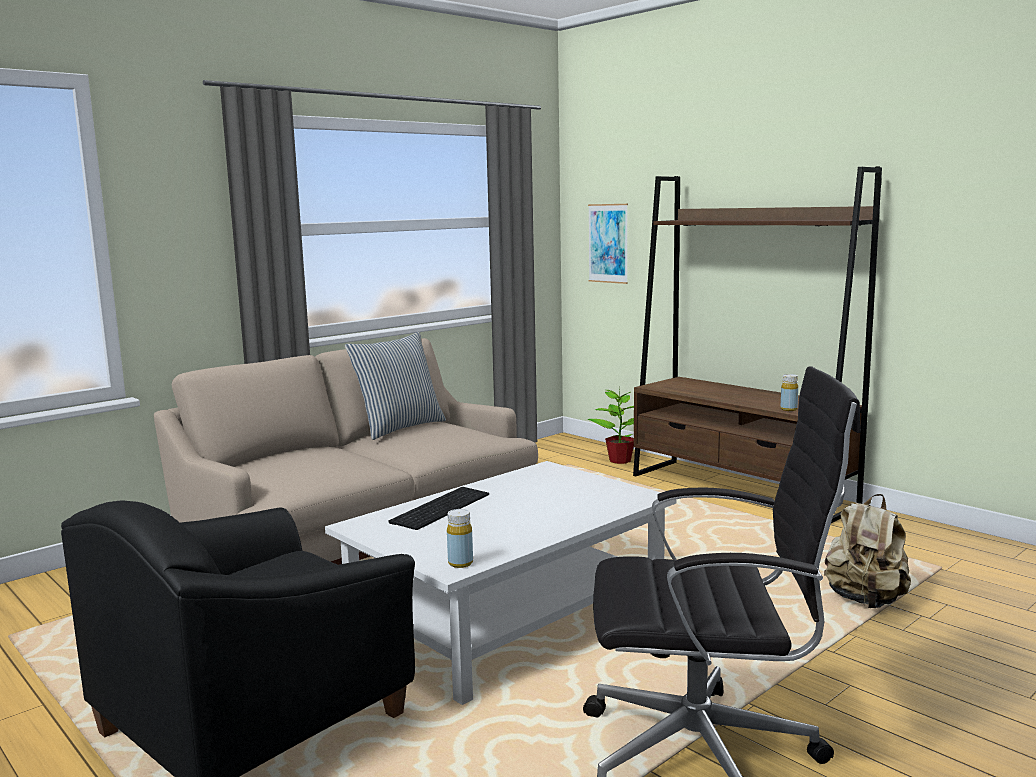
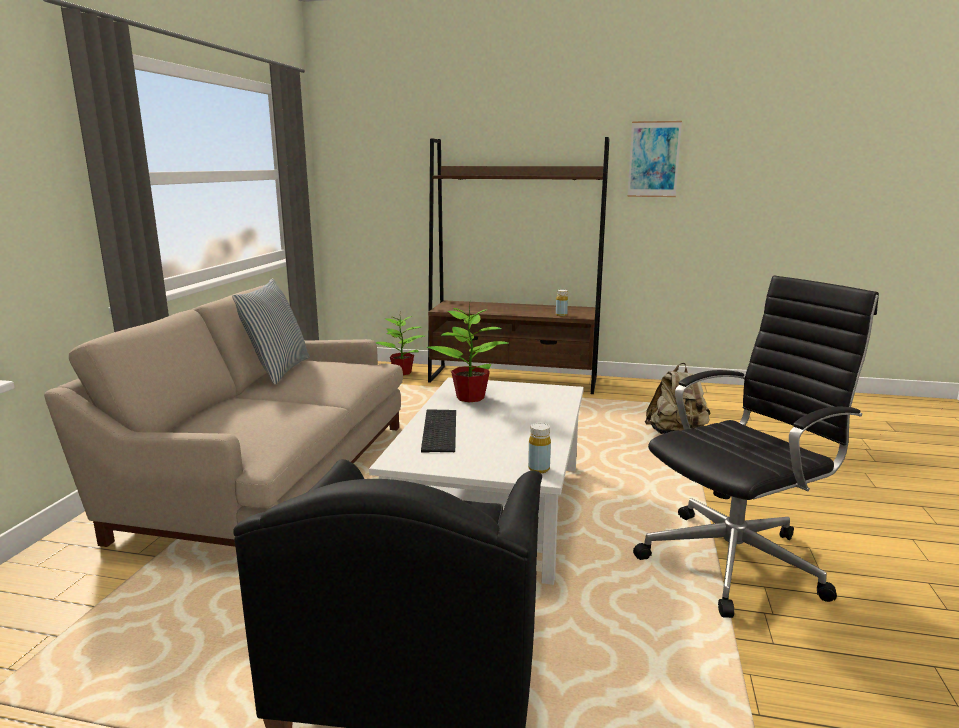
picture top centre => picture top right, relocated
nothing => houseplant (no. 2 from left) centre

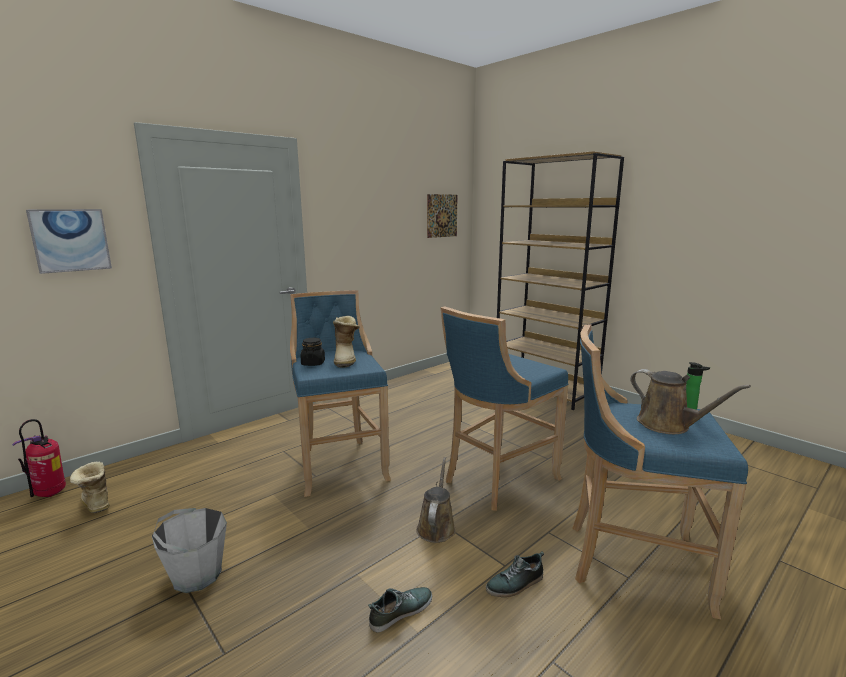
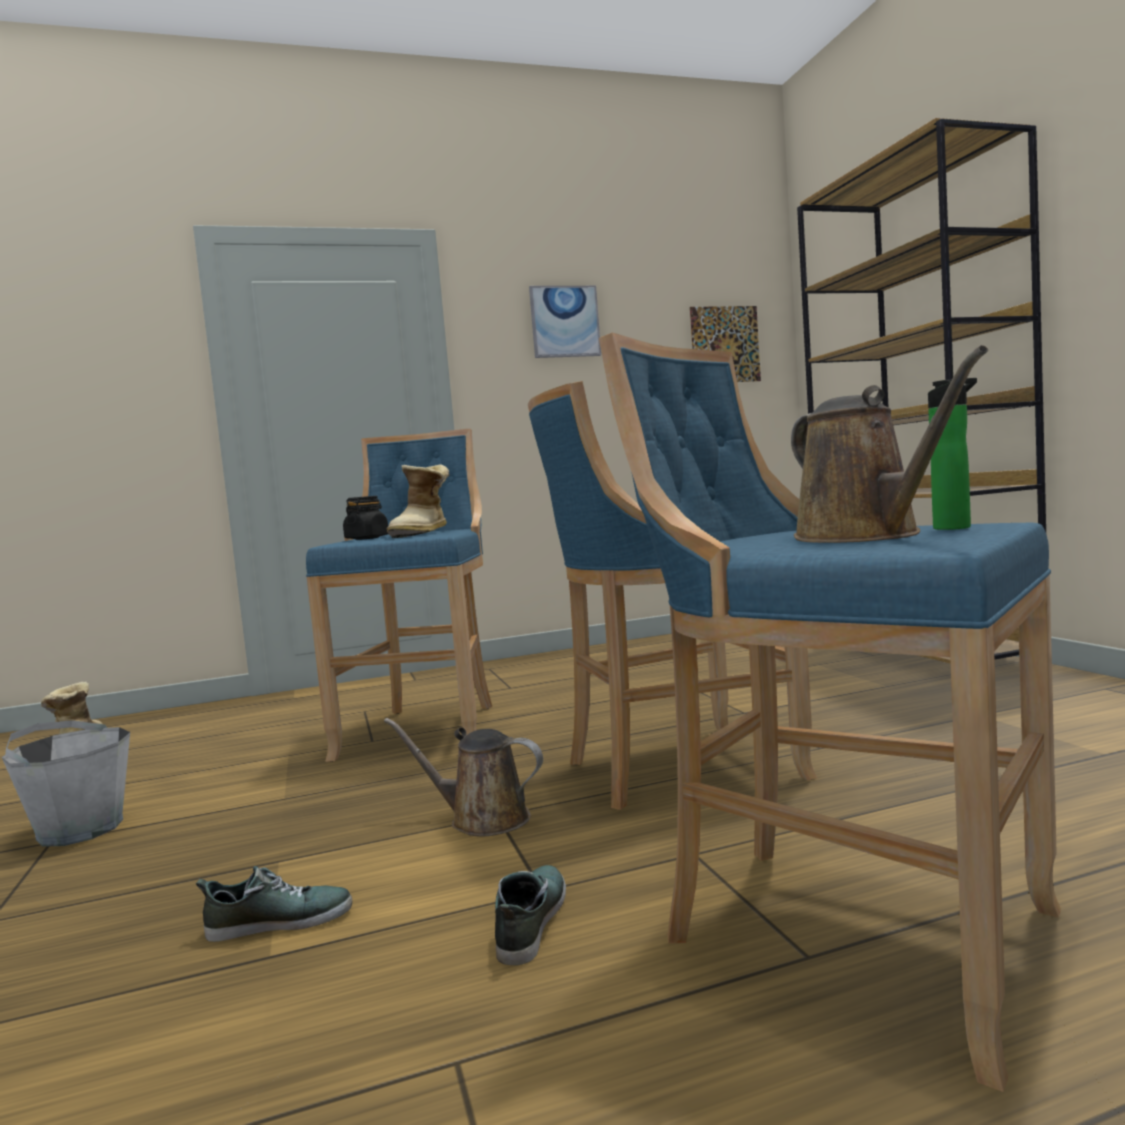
picture (no. 1 from left) middle left => picture (no. 1 from left) top centre, relocated
fire extinguisher bottom left => nothing
brownish watering pot (no. 1 from left) bottom centre, 105 degrees counterclockwise
item of footwear (no. 2 from left) bottom centre, 105 degrees clockwise

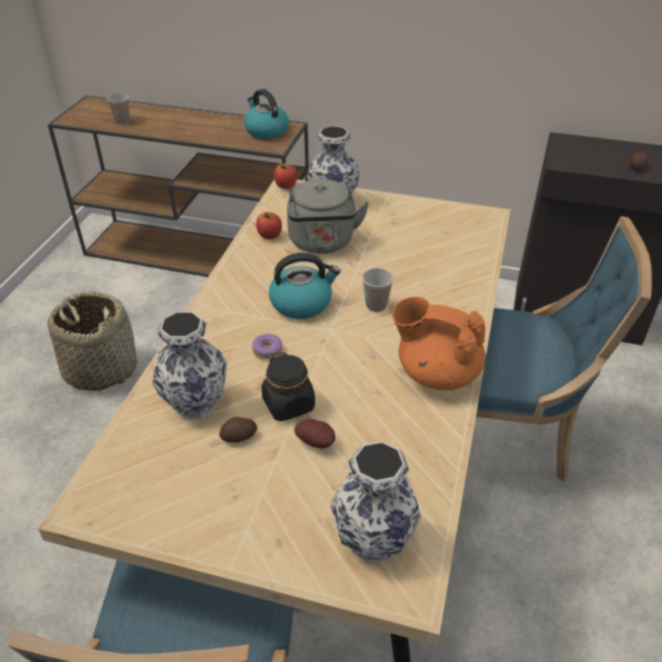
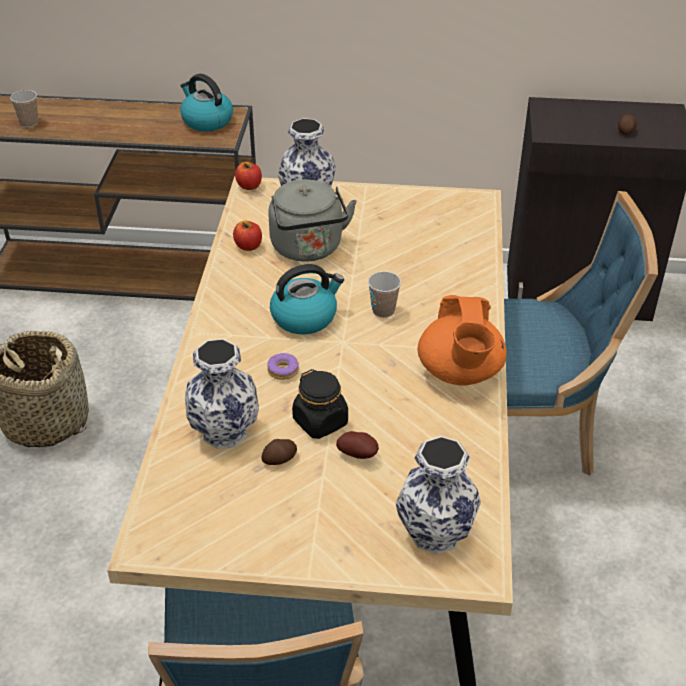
orange-coloured tea pot centre => orange-coloured tea pot middle right, 105 degrees counterclockwise

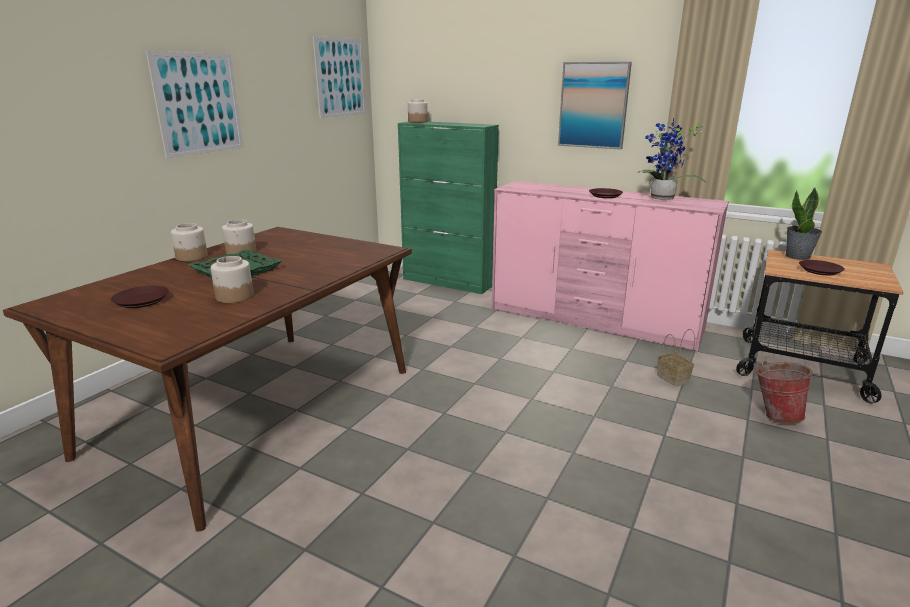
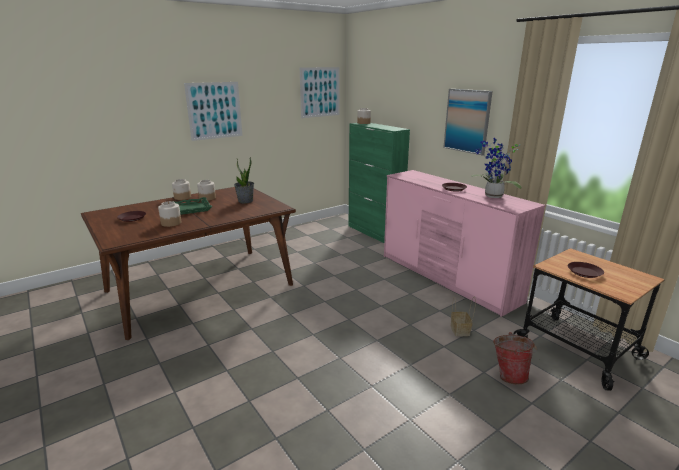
houseplant (no. 2 from left in the first image) middle right => houseplant (no. 1 from left) centre, relocated

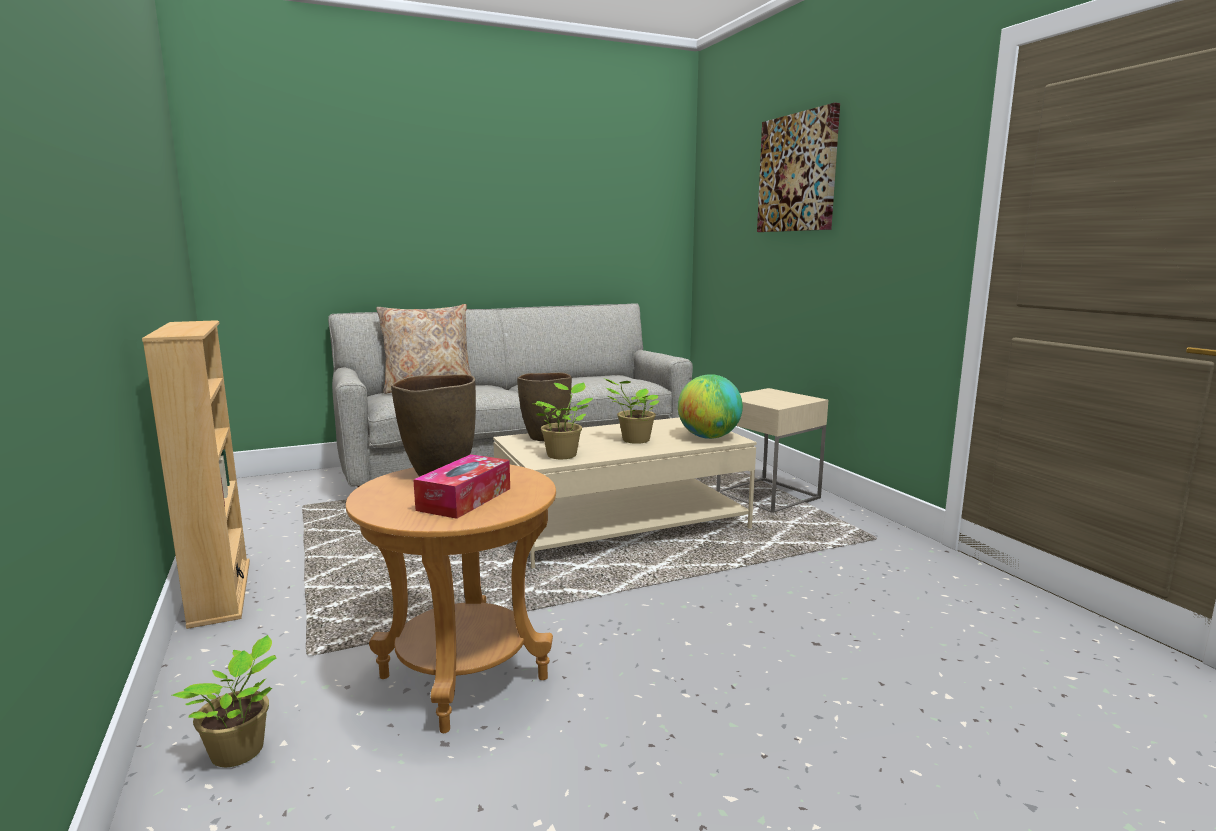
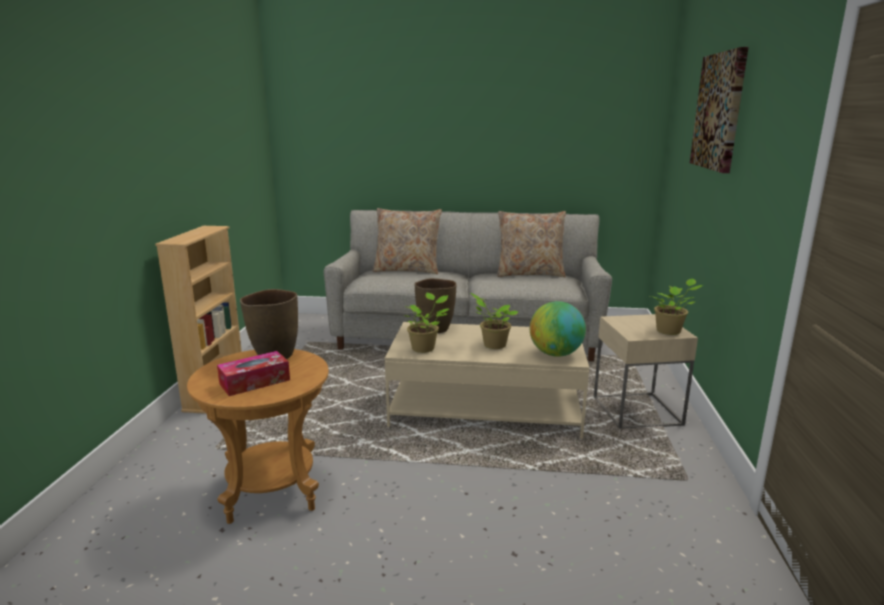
houseplant (no. 1 from left in the first image) bottom left => houseplant (no. 3 from left) middle right, relocated
nothing => beige-coloured throw pillow (no. 2 from left) centre

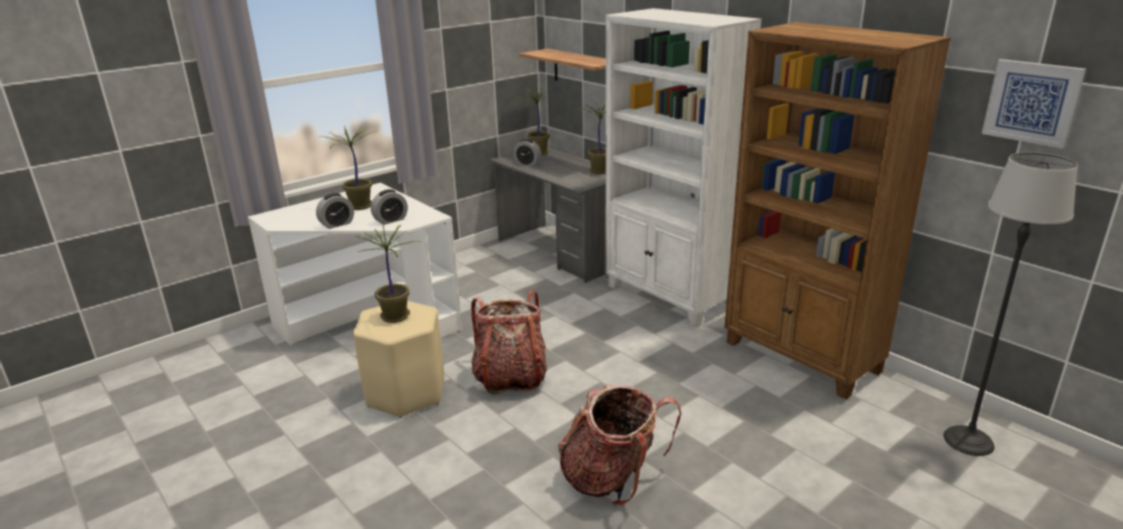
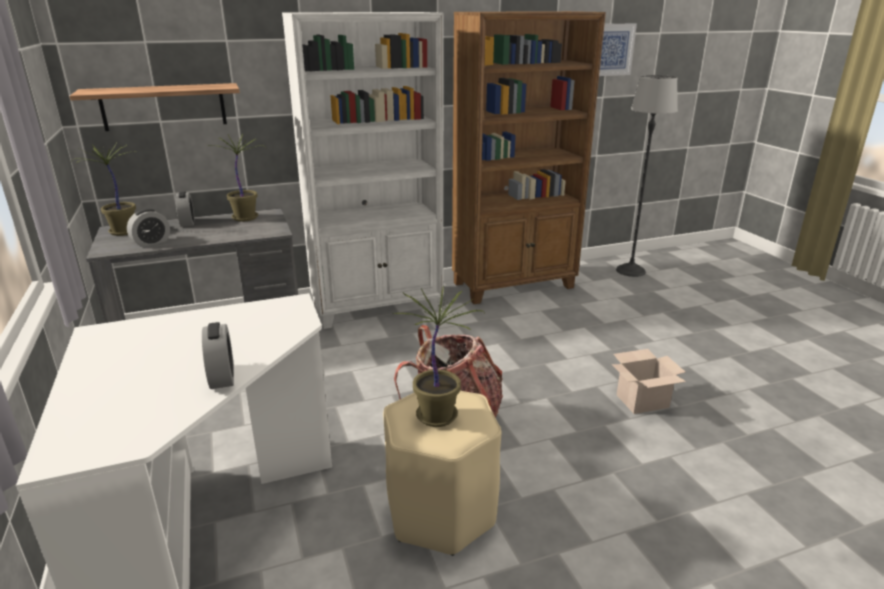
houseplant (no. 1 from left) top left => nothing
alarm clock (no. 2 from left) centre => alarm clock (no. 2 from left) middle left, relocated
rucksack (no. 2 from left) bottom centre => carton middle right

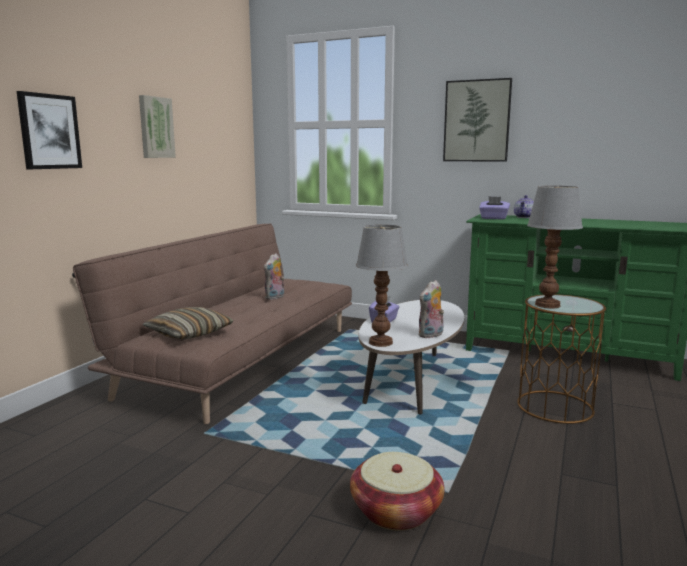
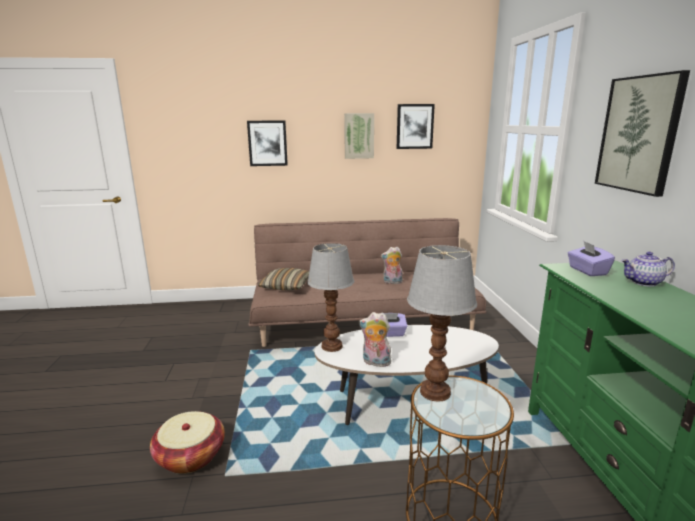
nothing => picture (no. 3 from left) top centre

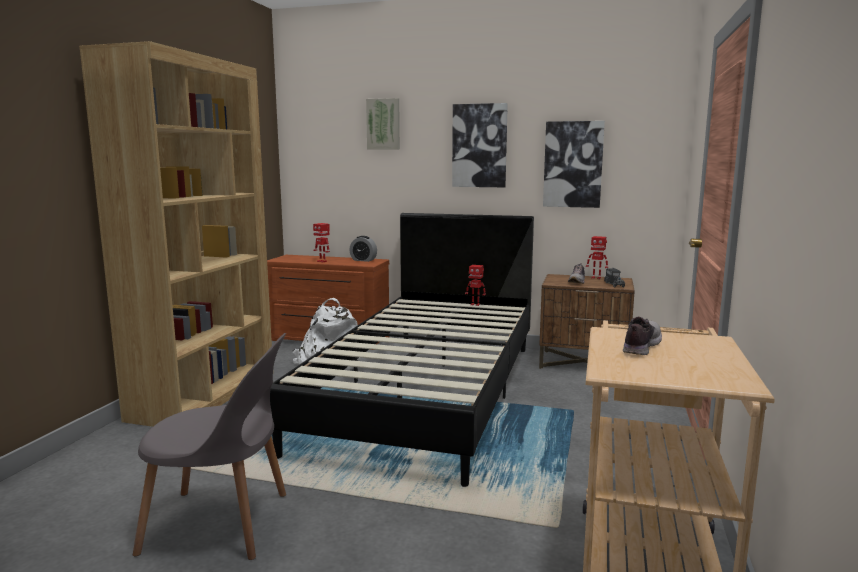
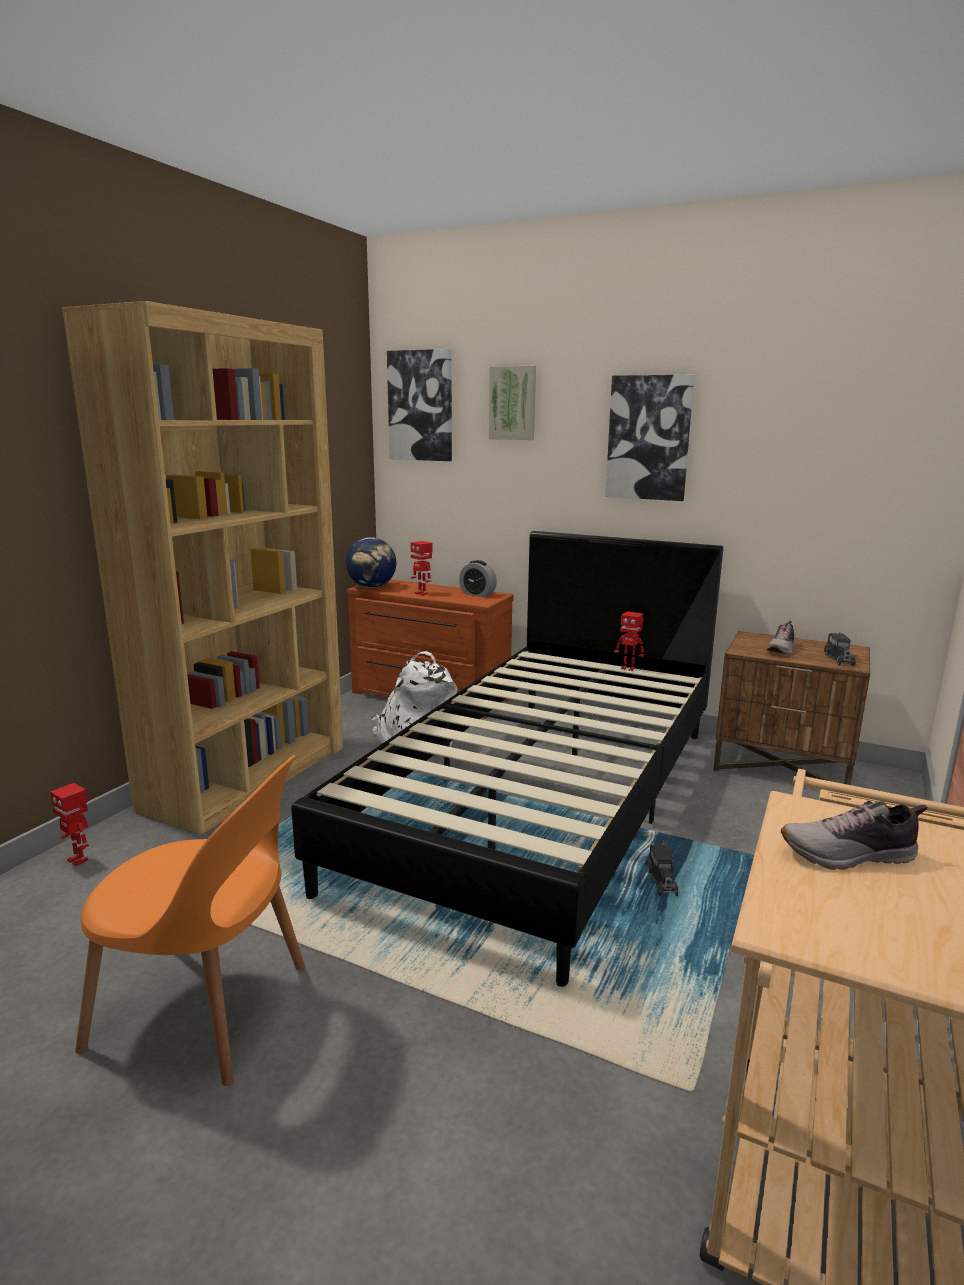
picture (no. 3 from left in the first image) top right => picture (no. 1 from left) top centre, relocated
model robot (no. 3 from left in the first image) middle right => model robot (no. 1 from left) middle left, relocated
item of footwear (no. 2 from left) middle right, 135 degrees counterclockwise
gray chair bottom left => orange-coloured chair bottom left
nothing => desk globe centre
nothing => toy lorry (no. 1 from left) bottom right

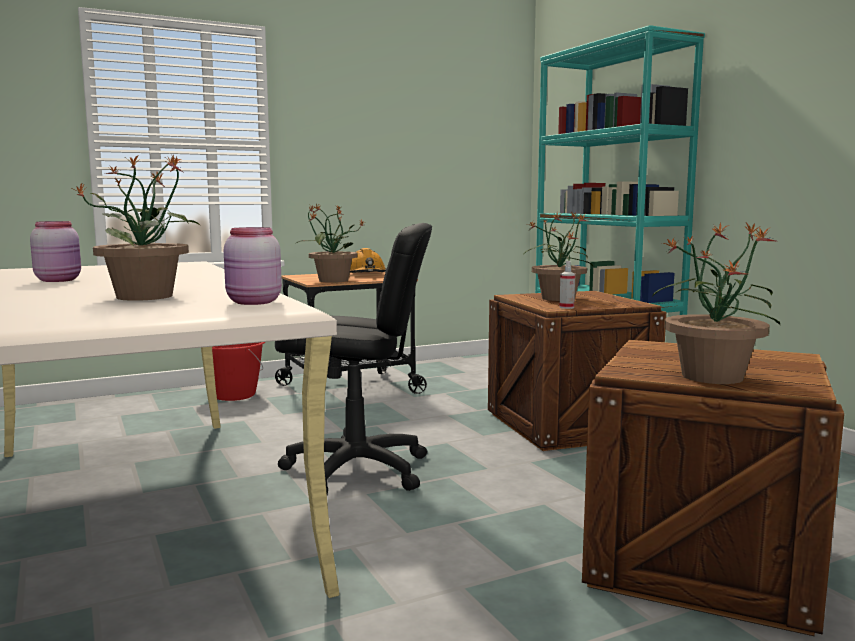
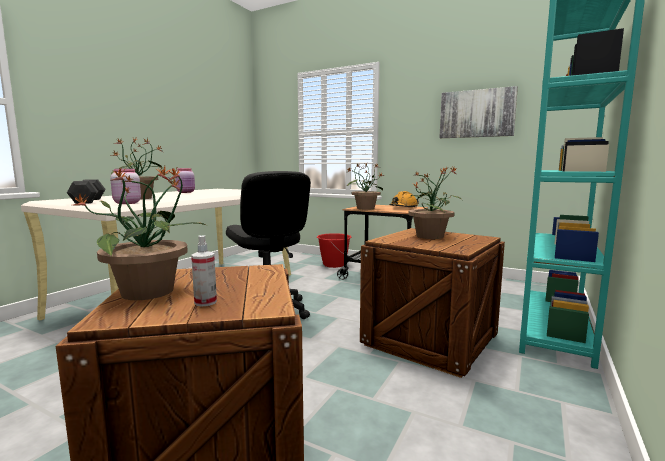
hand sprayer centre => hand sprayer middle left, relocated
nothing => picture top right
nothing => black free weight middle left

